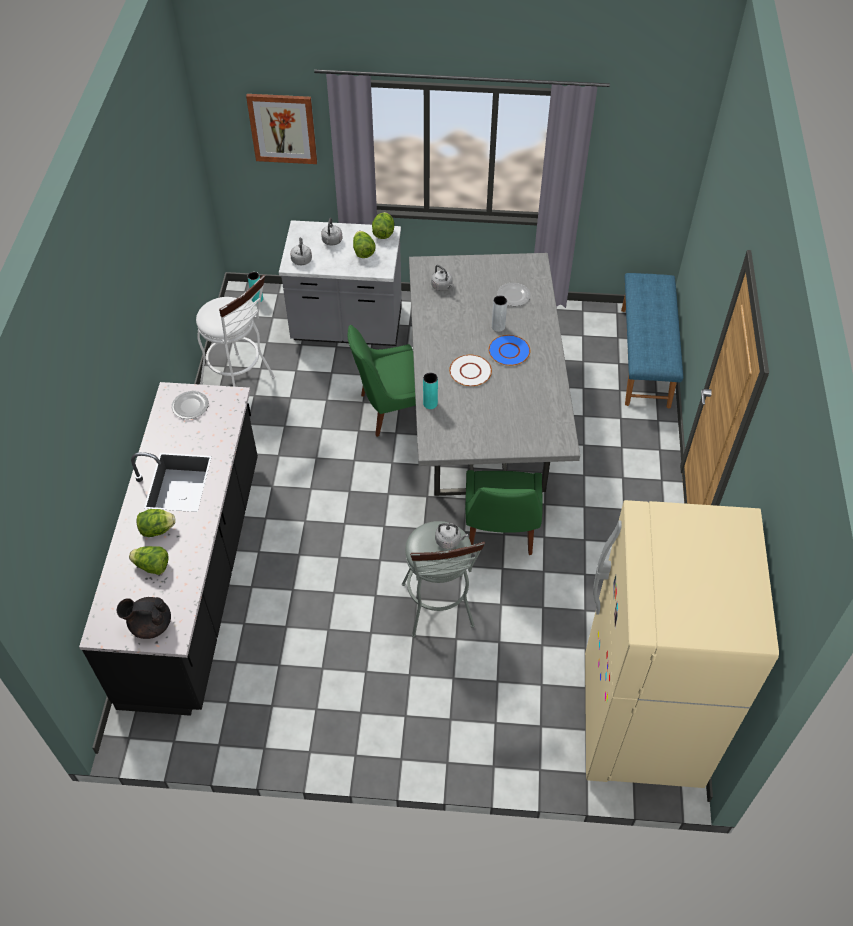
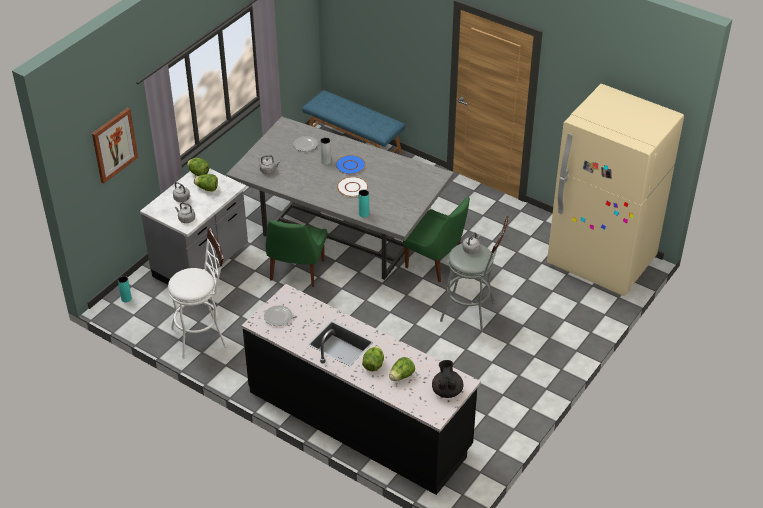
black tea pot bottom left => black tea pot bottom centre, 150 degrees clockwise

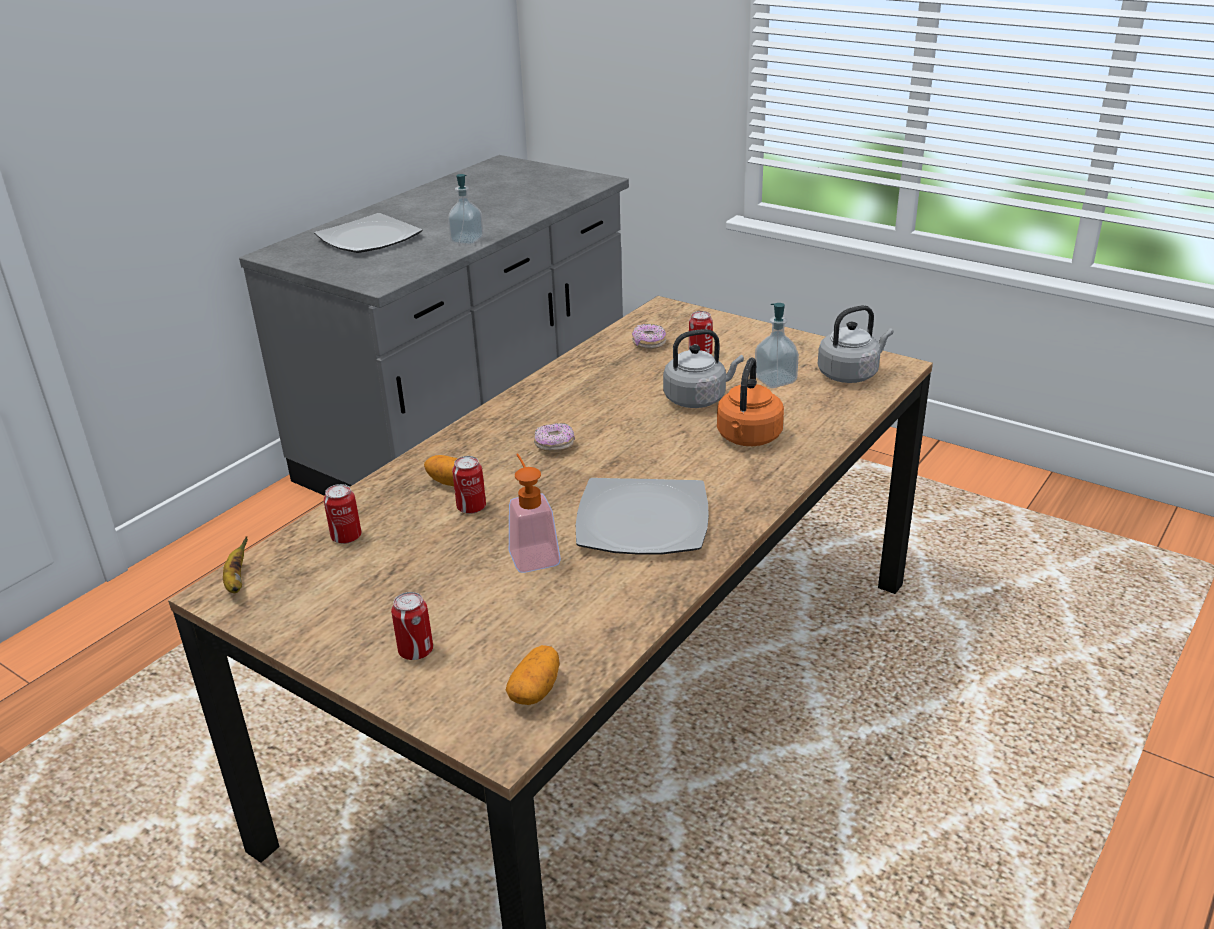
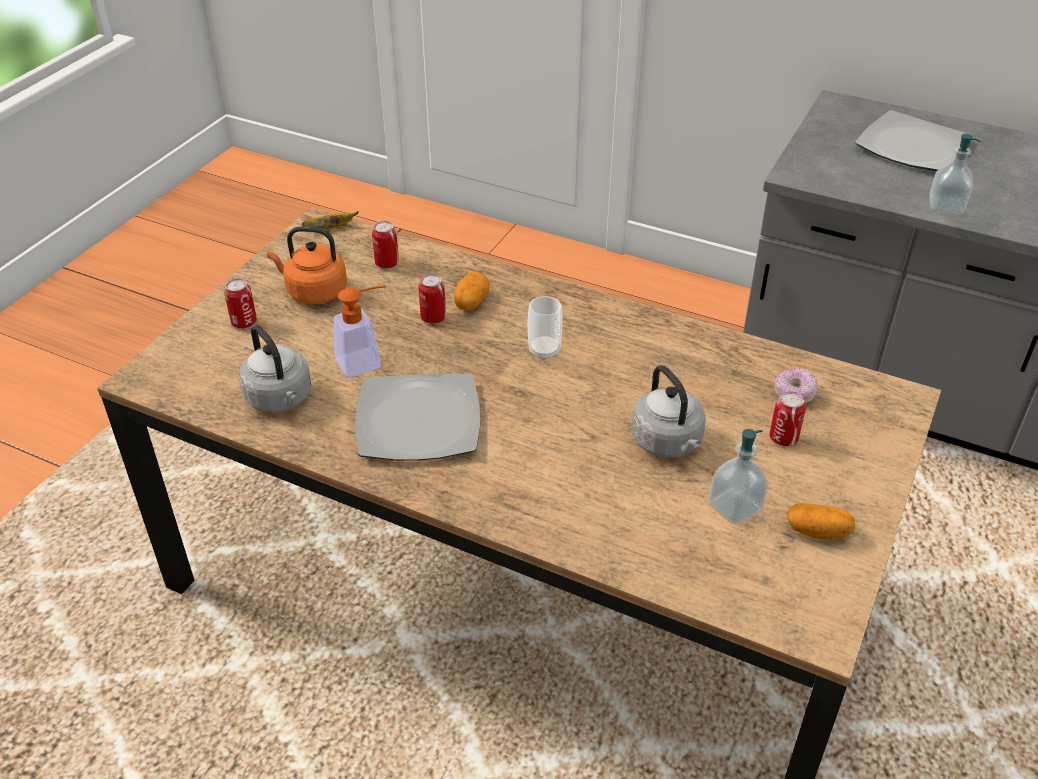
gray water kettle (no. 2 from left in the first image) middle right => gray water kettle (no. 1 from left) middle left, relocated
orange-coloured water kettle centre => orange-coloured water kettle middle left, relocated
donut (no. 1 from left) centre => cup centre
potato (no. 2 from left) bottom centre => potato (no. 2 from left) bottom right, relocated

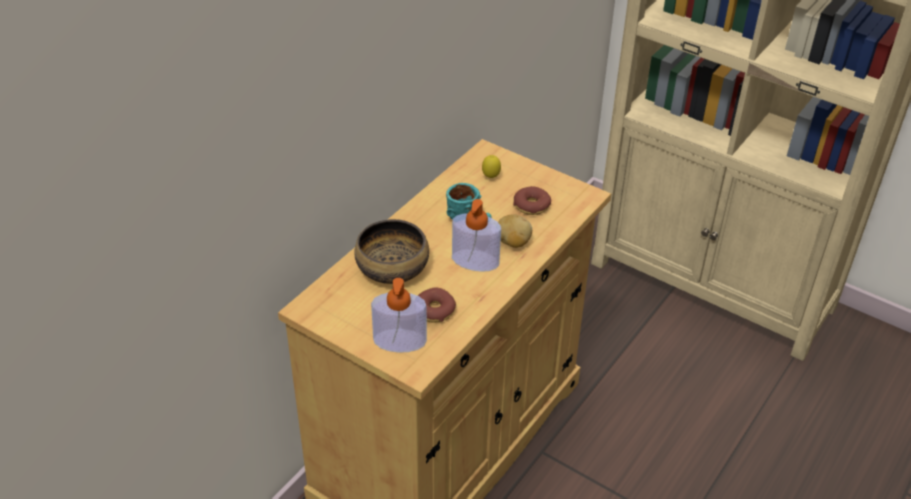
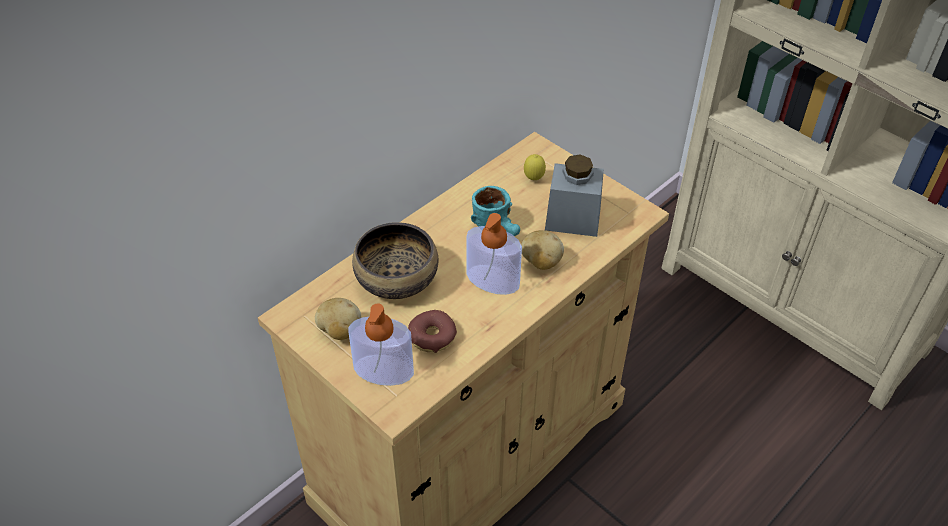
donut (no. 2 from left) centre => gray preserve jar centre
nothing => potato (no. 1 from left) centre

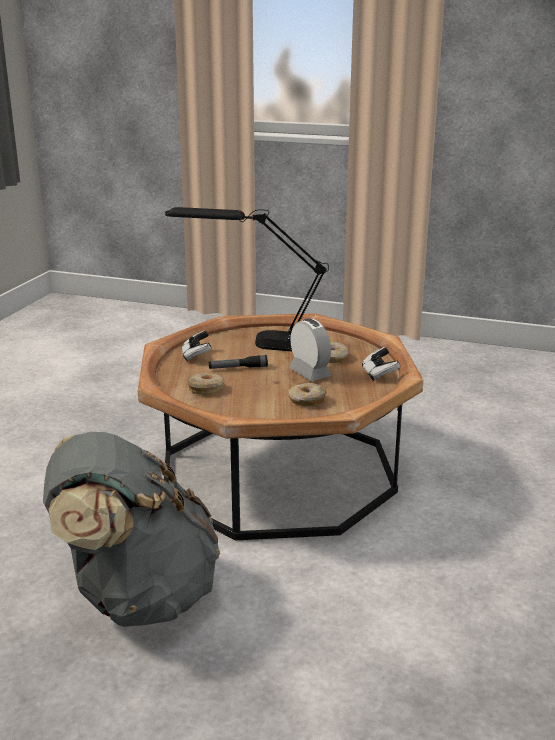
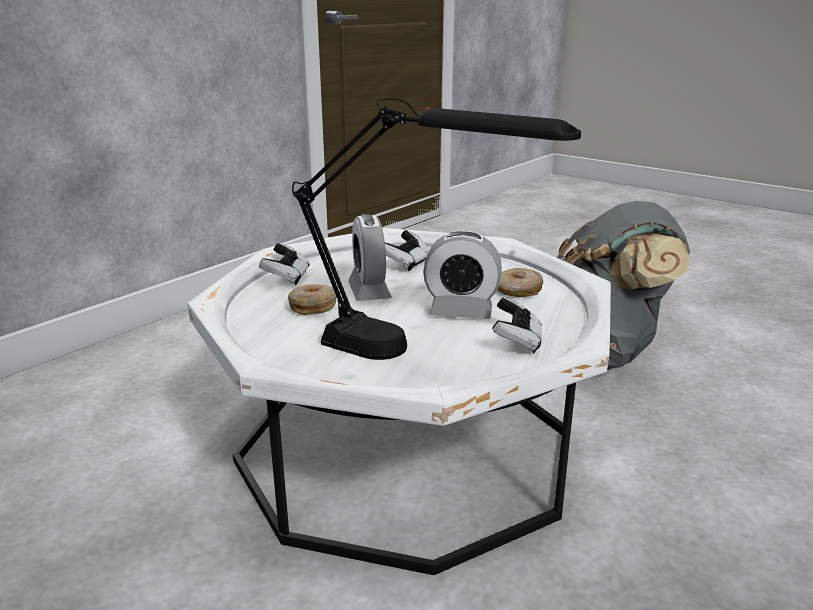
brownish coffee table centre => whitish coffee table centre
hand torch centre => alarm clock (no. 2 from left) centre
donut (no. 2 from left) centre => joypad (no. 2 from left) centre

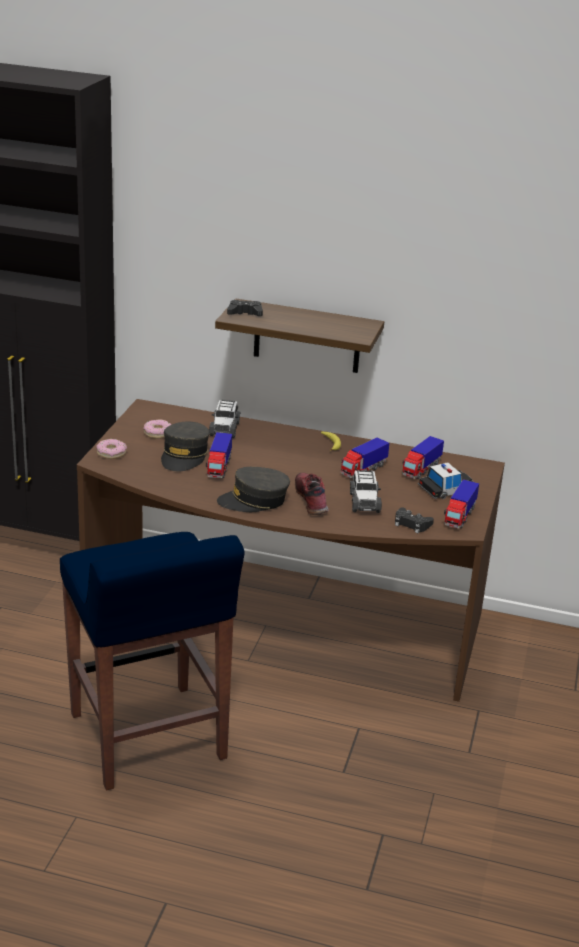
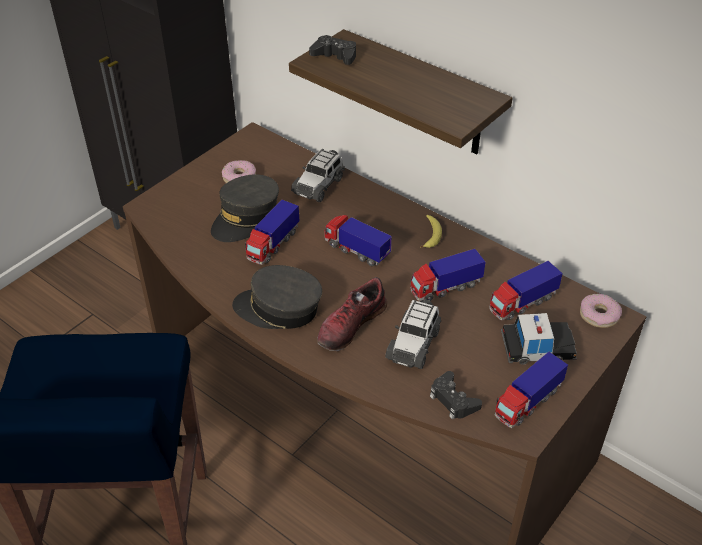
donut (no. 1 from left in the first image) middle left => donut (no. 2 from left) middle right, relocated
item of footwear centre, 150 degrees counterclockwise
nothing => toy lorry (no. 2 from left) centre

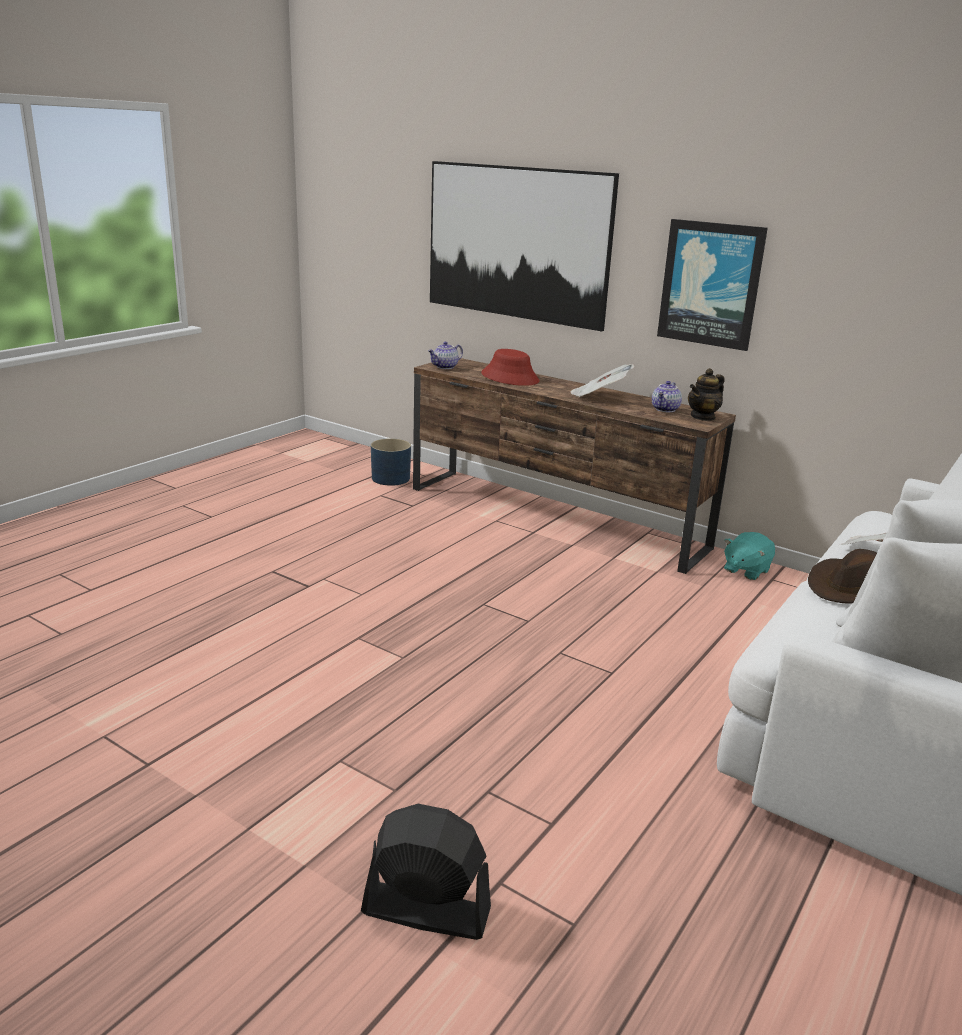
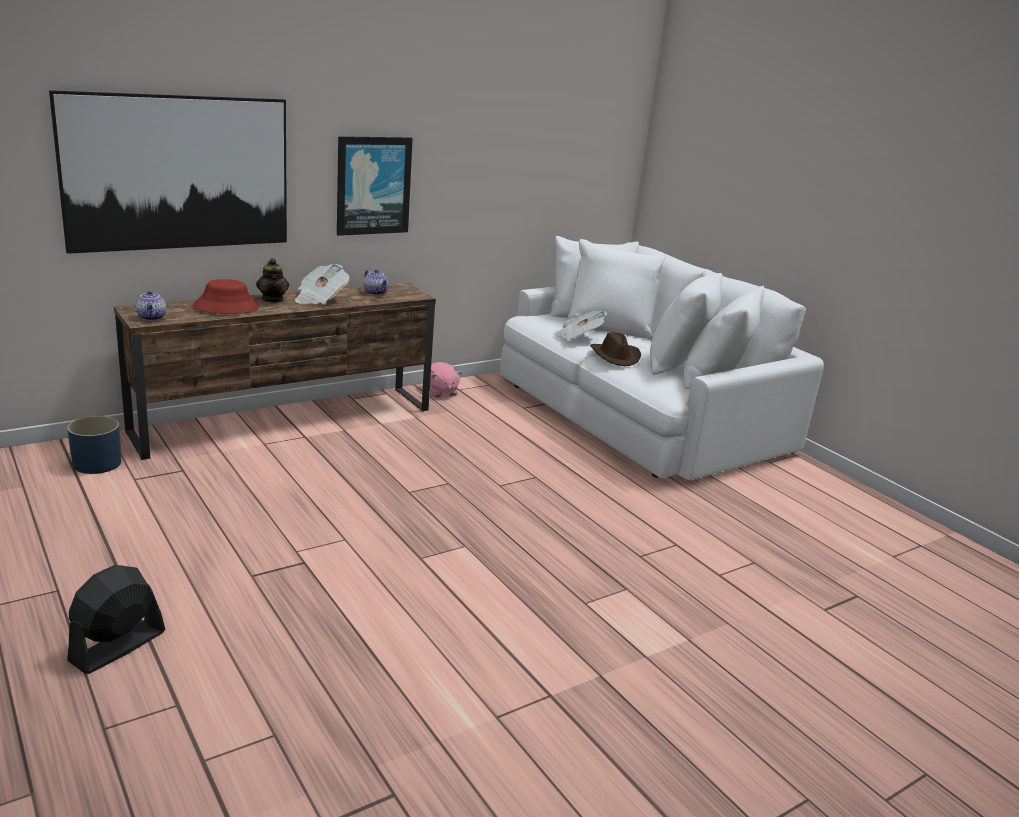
tea pot (no. 3 from left in the first image) middle right => tea pot (no. 2 from left) middle left, relocated
turquoise-coloured cuddly toy middle right => pinkish cuddly toy centre
black cooling fan bottom centre => black cooling fan bottom left, relocated

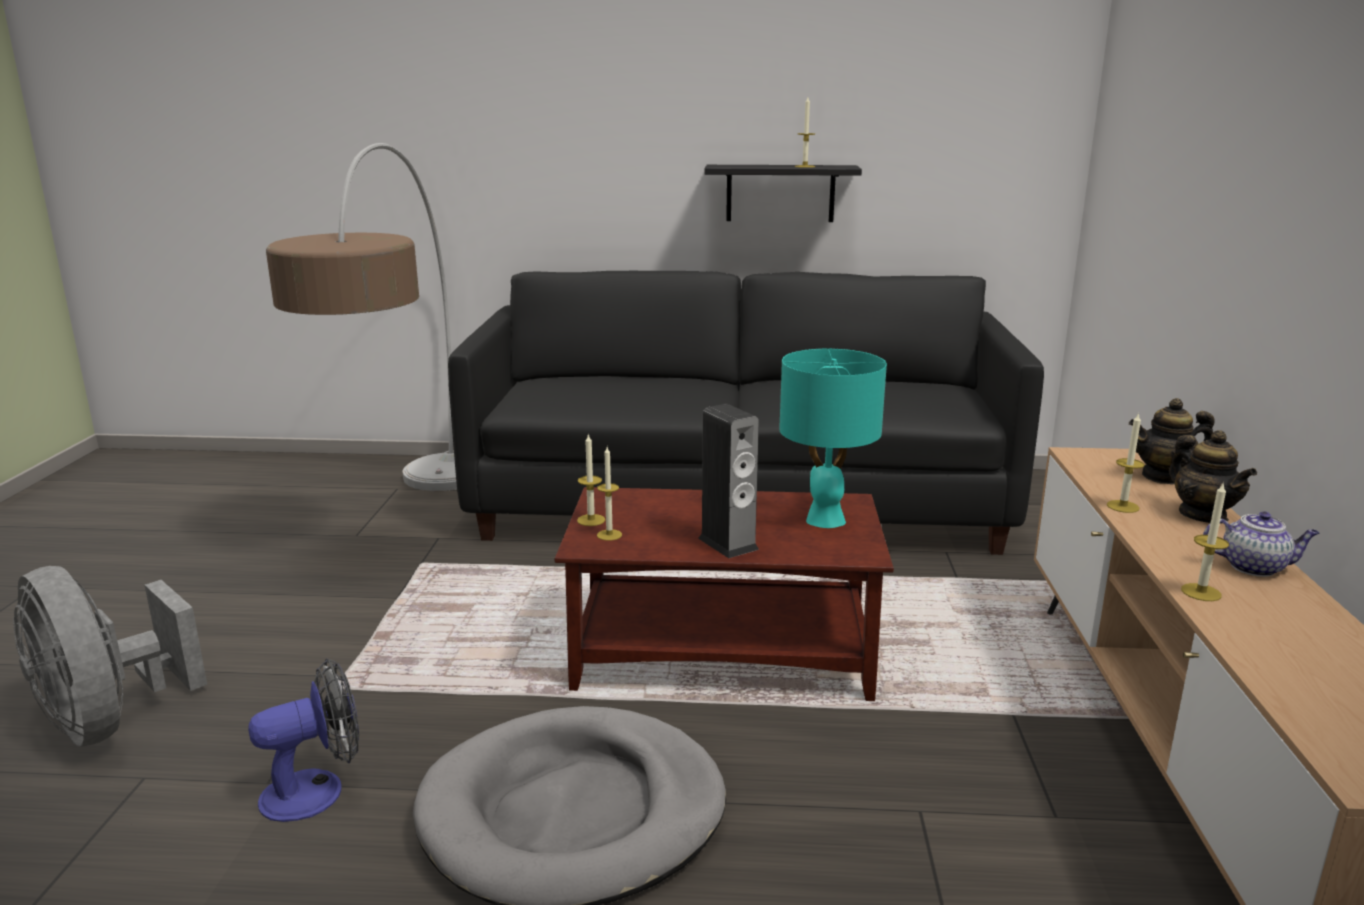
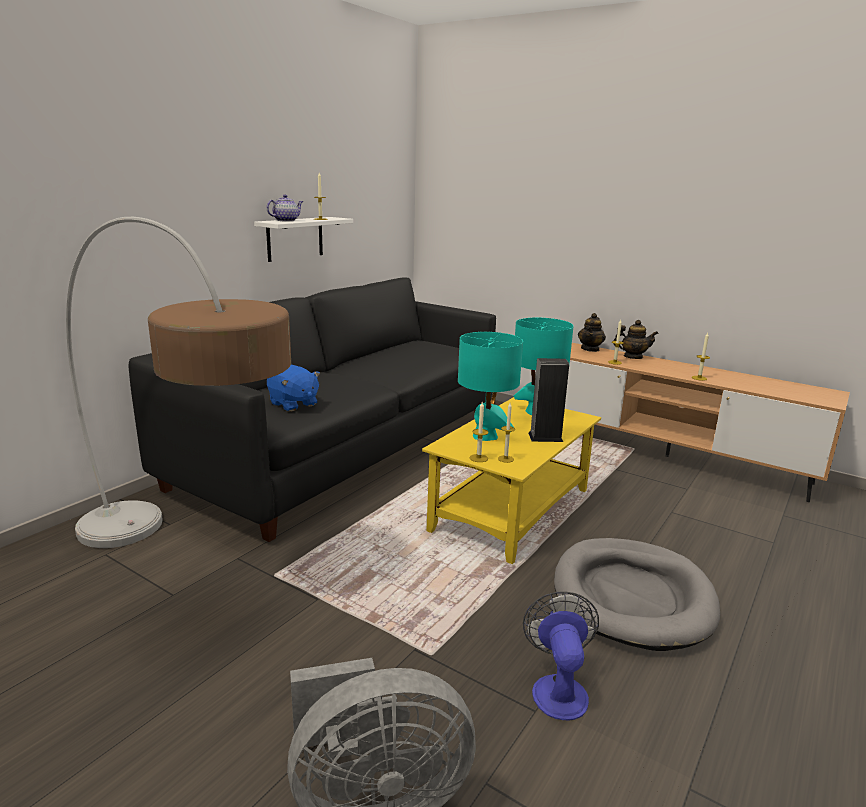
black shelf top centre => whitish shelf top centre
brownish coffee table centre => yellow-coloured coffee table centre
tea pot (no. 3 from left in the first image) middle right => tea pot (no. 1 from left) top left, relocated
nothing => turquoise-coloured lamp for a table (no. 1 from left) centre
nothing => blue cuddly toy centre

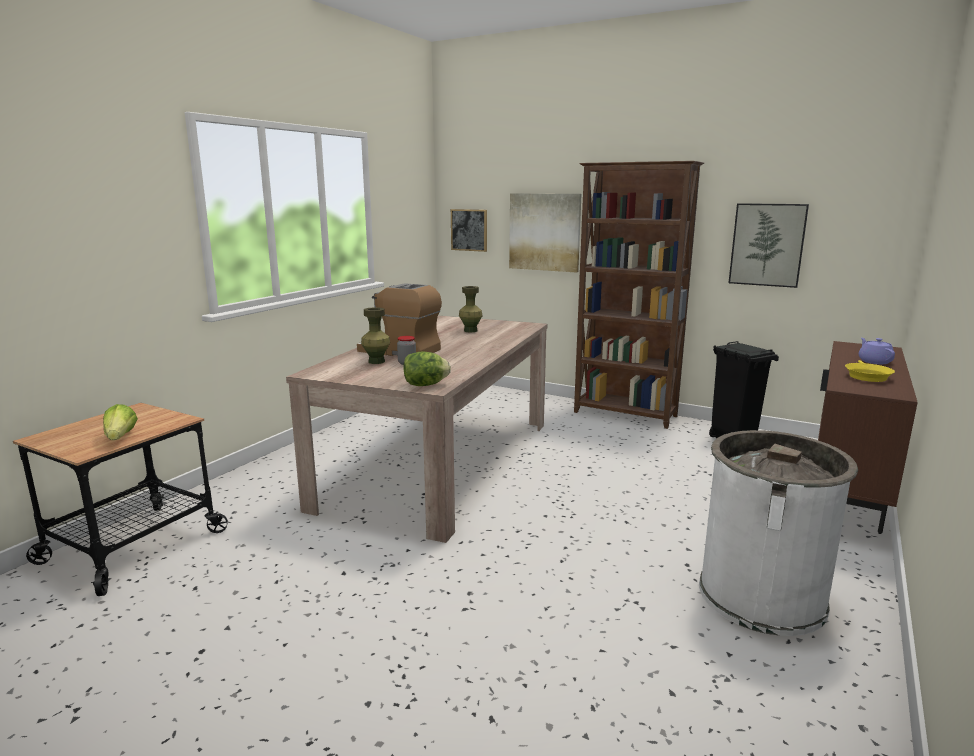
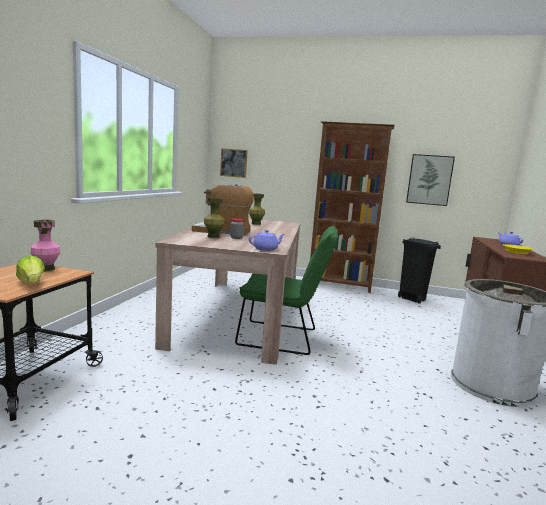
picture (no. 2 from left) top centre => nothing
lettuce head (no. 2 from left) centre => purple tea pot (no. 1 from left) centre
nothing => pinkish vase middle left
nothing => green chair centre

